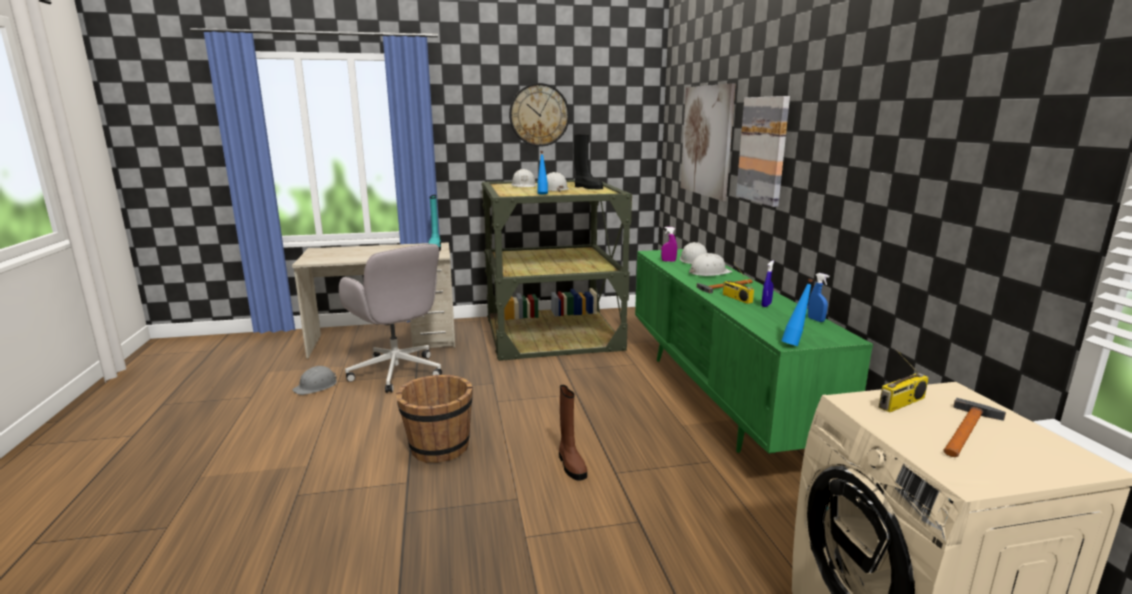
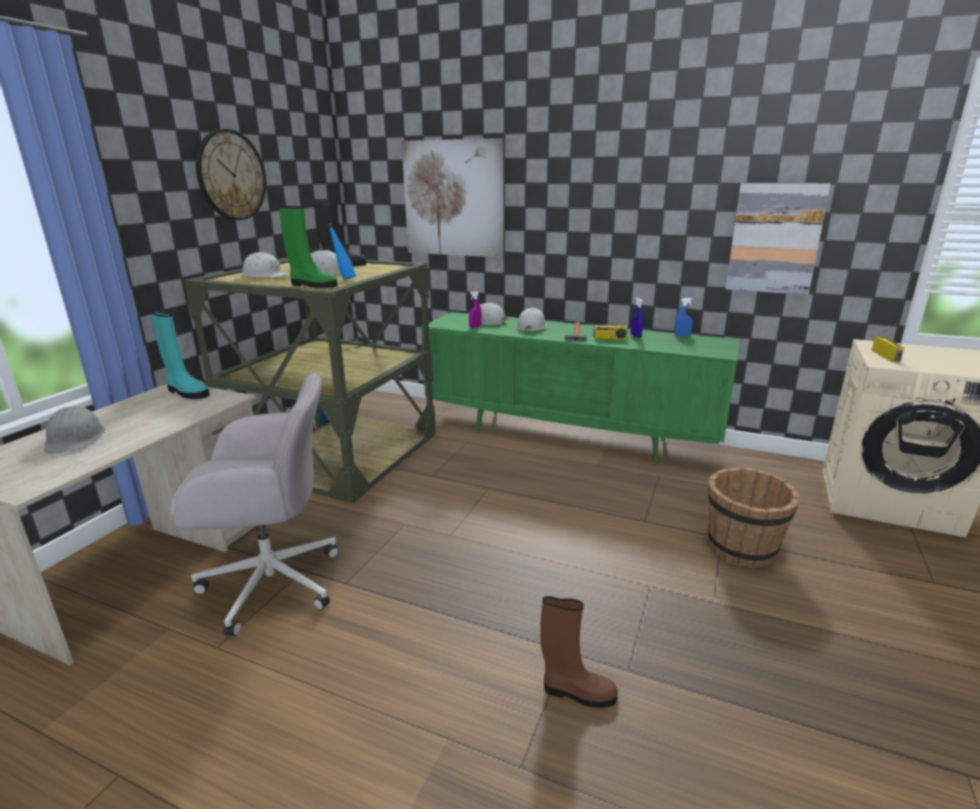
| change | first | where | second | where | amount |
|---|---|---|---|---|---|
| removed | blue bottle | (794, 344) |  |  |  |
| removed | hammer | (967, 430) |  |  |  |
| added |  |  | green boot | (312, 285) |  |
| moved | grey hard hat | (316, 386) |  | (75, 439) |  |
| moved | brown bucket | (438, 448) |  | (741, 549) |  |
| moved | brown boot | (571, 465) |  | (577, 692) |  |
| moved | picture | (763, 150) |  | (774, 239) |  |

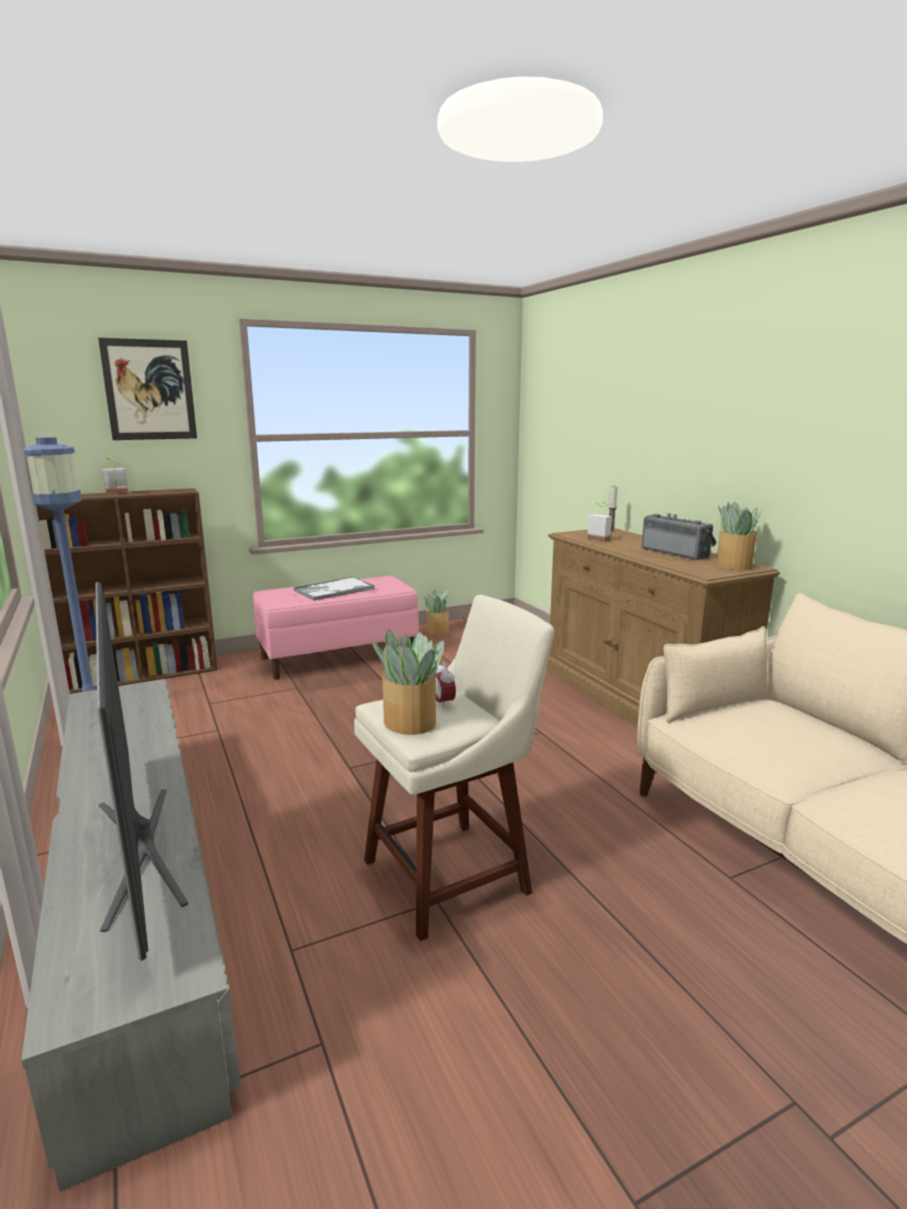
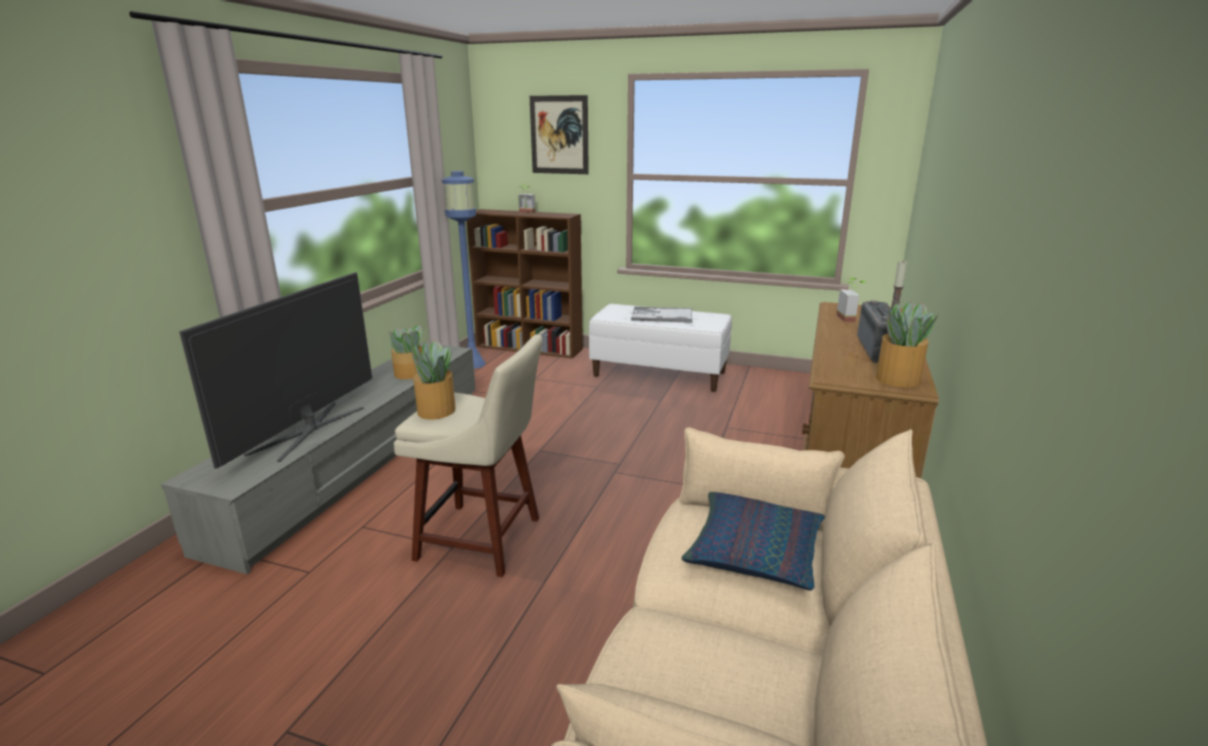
| change | first | where | second | where | amount |
|---|---|---|---|---|---|
| removed | alarm clock | (443, 703) |  |  |  |
| added |  |  | blue pillow | (754, 553) |  |
| moved | potted plant | (438, 630) |  | (410, 374) |  |
| recoloured | pink bench | (338, 656) | white bench | (660, 374) |  |

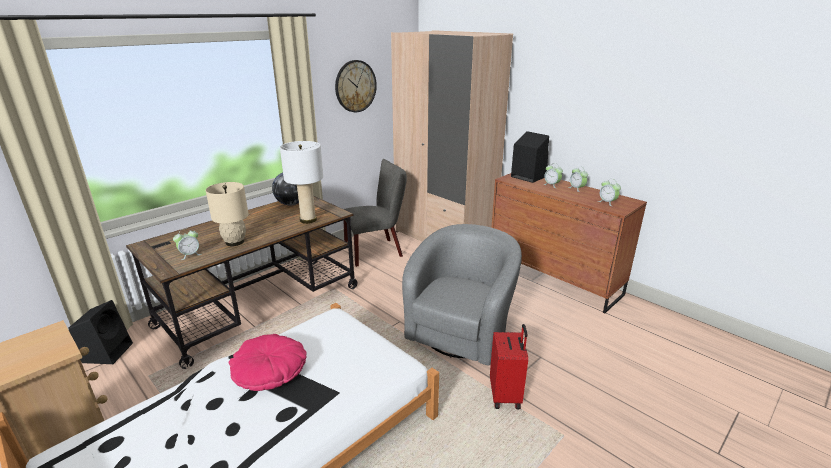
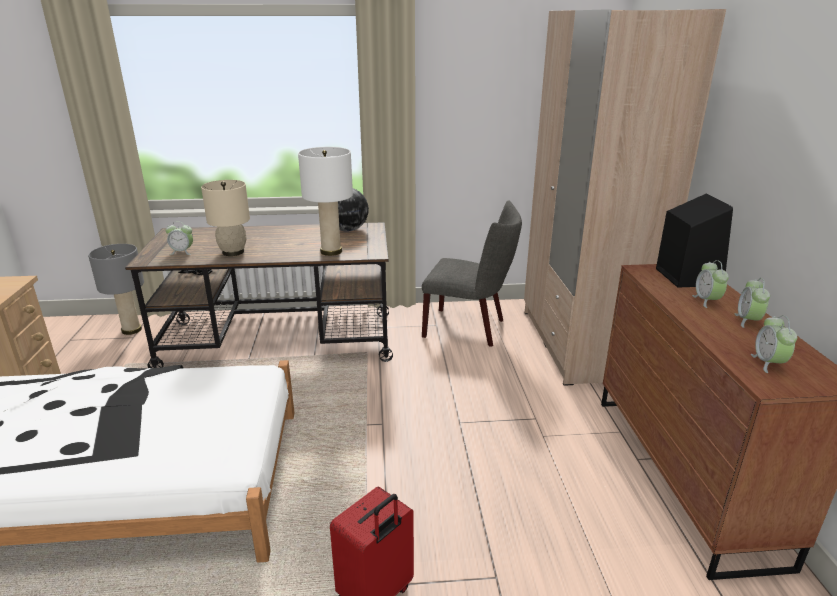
| change | first | where | second | where | amount |
|---|---|---|---|---|---|
| removed | pink pillow | (268, 371) |  |  |  |
| removed | wall clock | (355, 86) |  |  |  |
| removed | grey armchair | (462, 332) |  |  |  |
| replaced | black speaker | (108, 352) | grey table lamp | (131, 330) |  |

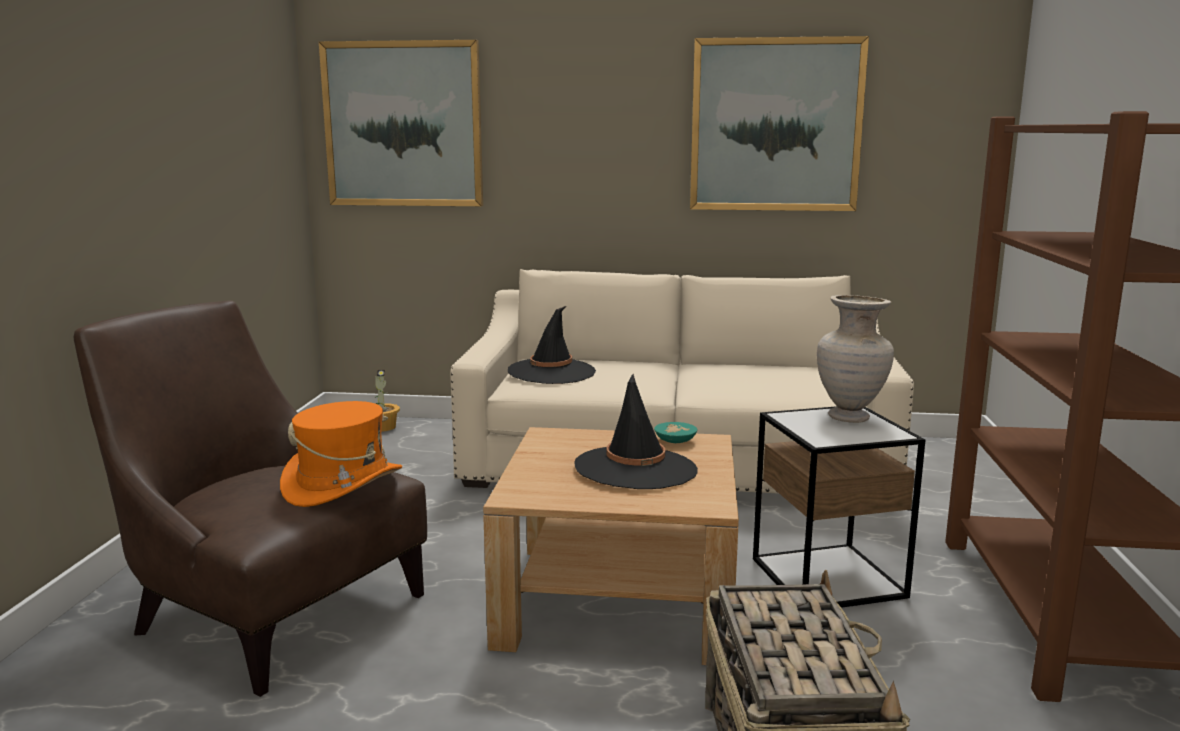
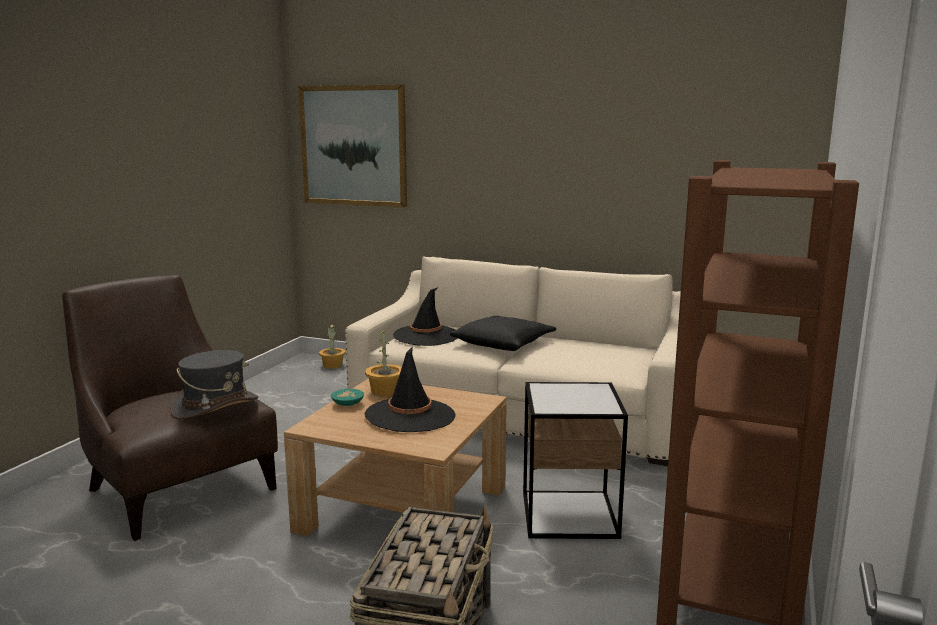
| change | first | where | second | where | amount |
|---|---|---|---|---|---|
| removed | picture | (775, 125) |  |  |  |
| removed | beige vase | (850, 418) |  |  |  |
| added |  |  | potted plant | (386, 391) |  |
| added |  |  | black pillow | (503, 343) |  |
| moved | turquoise bowl | (674, 441) |  | (346, 404) |  |
| recoloured | orange hat | (343, 484) | grey hat | (215, 406) |  |

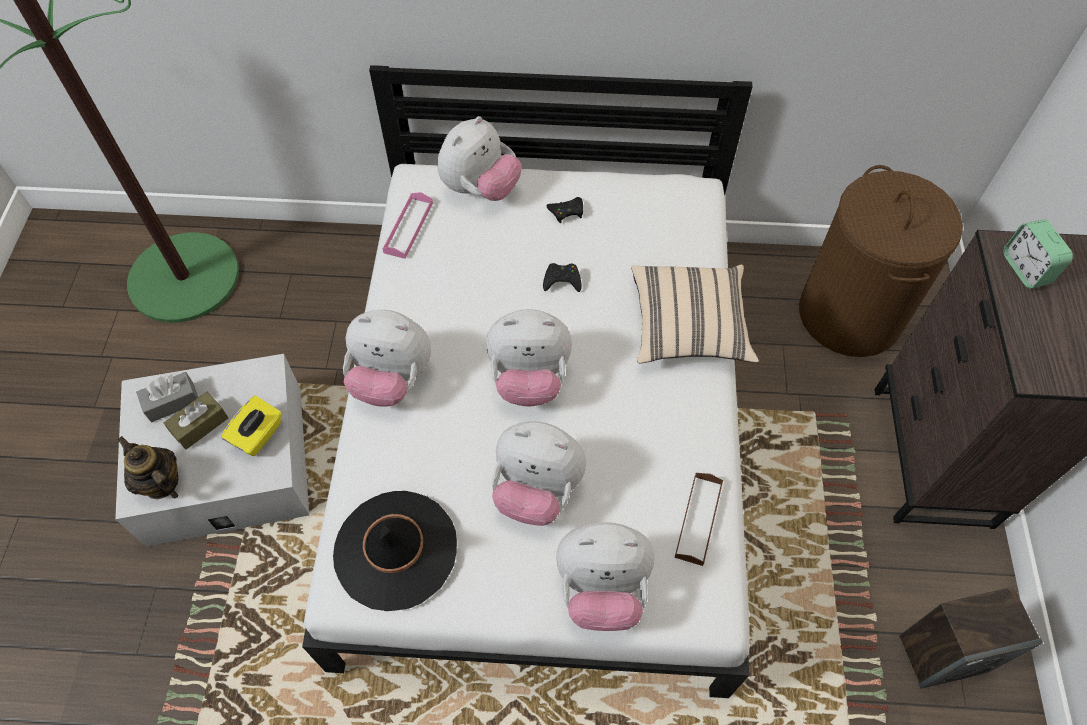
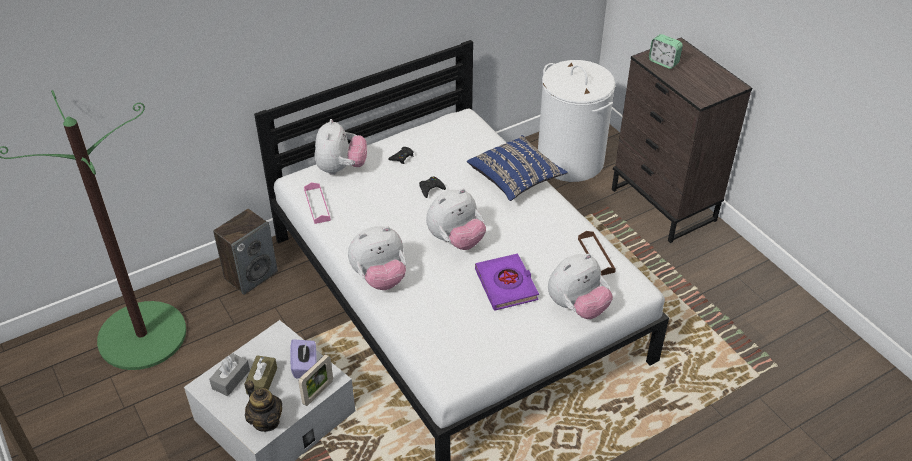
| change | first | where | second | where | amount |
|---|---|---|---|---|---|
| removed | black hat | (395, 550) |  |  |  |
| added |  |  | picture frame | (318, 392) |  |
| moved | speaker | (942, 653) |  | (251, 275) |  |
| replaced | plush toy | (536, 490) | purple book | (506, 285) |  |
| recoloured | yellow tissue box | (258, 435) | purple tissue box | (305, 366) |  |
| recoloured | beige pillow | (688, 326) | blue pillow | (515, 178) |  |
| recoloured | brown laundry basket | (849, 314) | white laundry basket | (570, 161) |  |
| turned | teapot | (161, 483) |  | (266, 421) | 135 degrees counterclockwise |

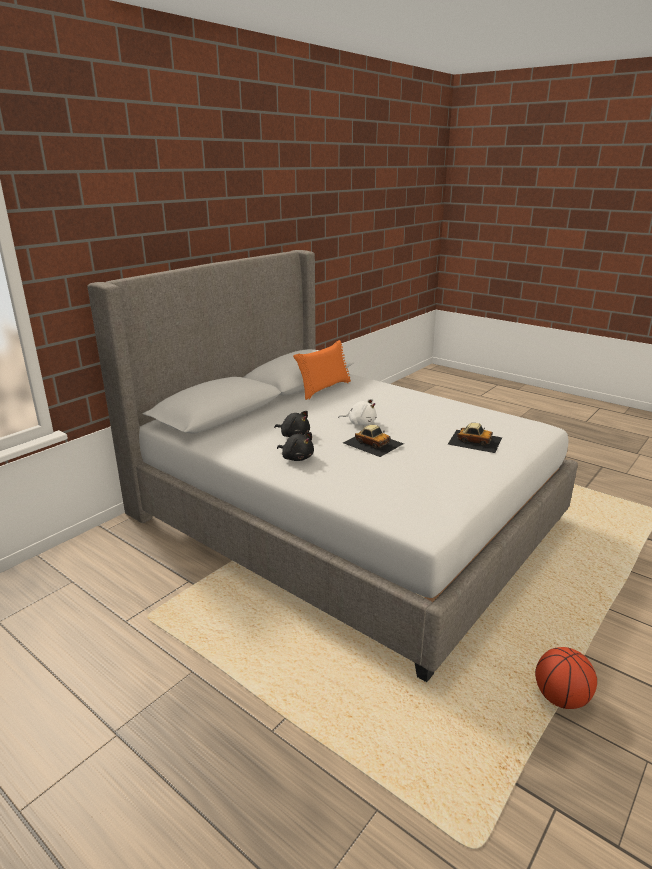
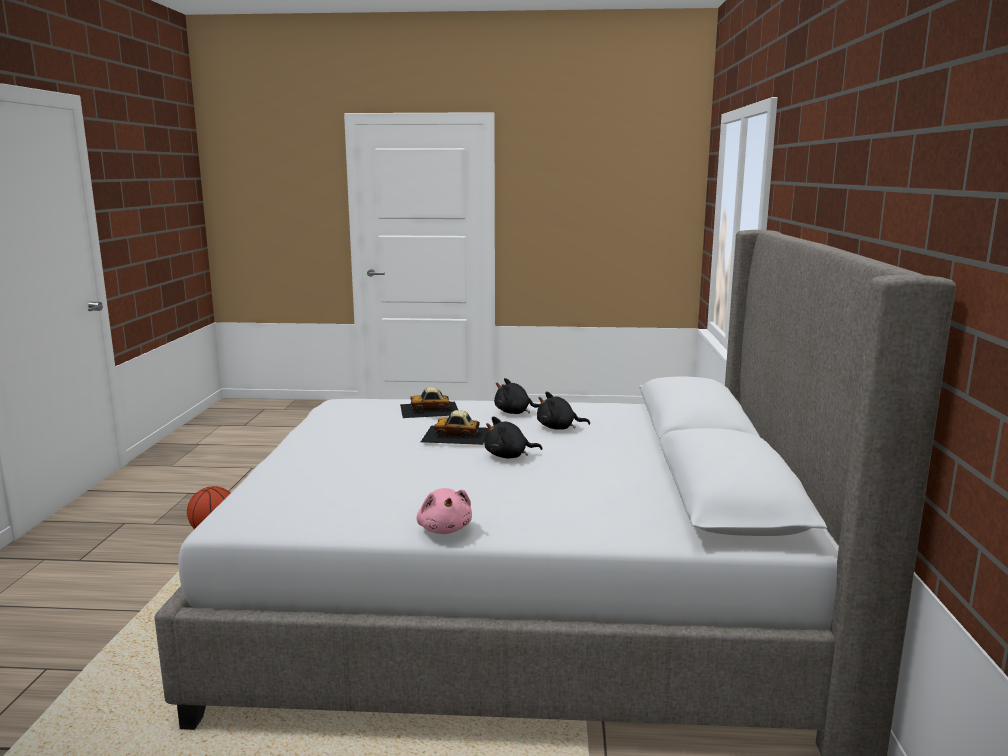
| change | first | where | second | where | amount |
|---|---|---|---|---|---|
| removed | orange pillow | (323, 389) |  |  |  |
| added |  |  | pink plush toy | (445, 529) |  |
| moved | toy car | (474, 440) |  | (430, 409) |  |
| recoloured | white plush toy | (360, 423) | black plush toy | (508, 456) |  |

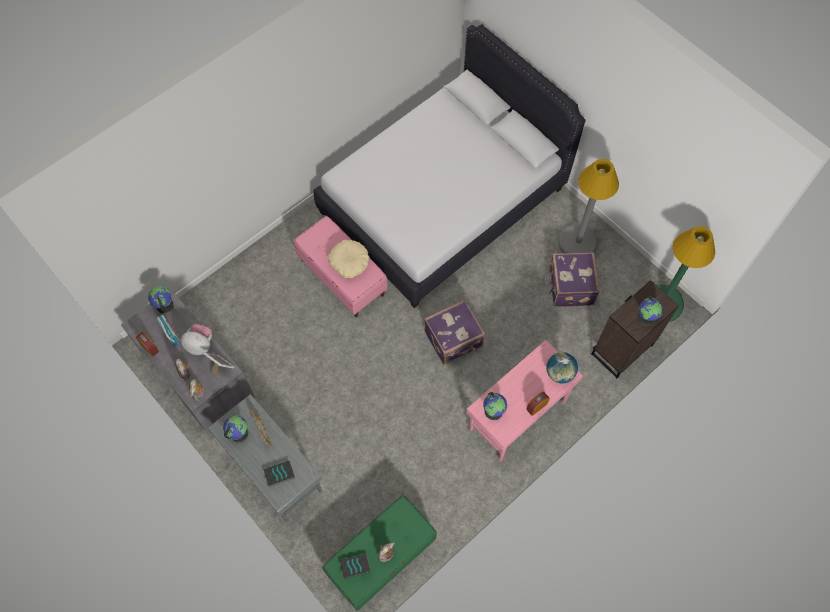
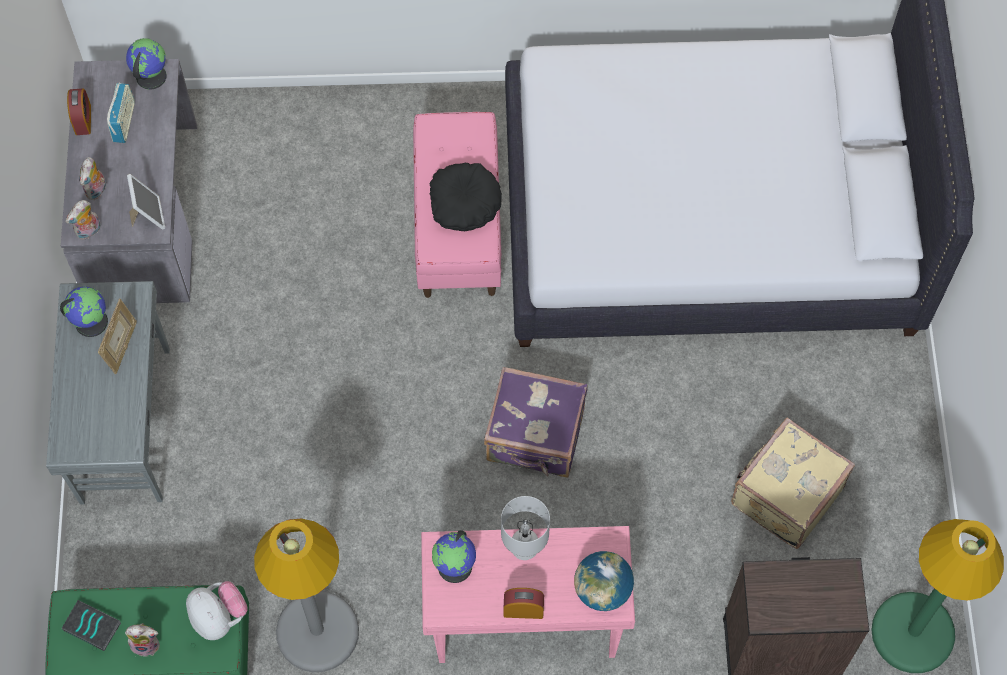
| change | first | where | second | where | amount |
|---|---|---|---|---|---|
| removed | book | (279, 475) |  |  |  |
| removed | globe | (646, 317) |  |  |  |
| added |  |  | grey table lamp | (524, 547) |  |
| moved | plush toy | (200, 344) |  | (219, 617) |  |
| moved | grey floor lamp | (577, 242) |  | (317, 632) |  |
| recoloured | beige pillow | (350, 261) | black pillow | (466, 203) |  |
| recoloured | purple suitcase | (569, 287) | beige suitcase | (785, 494) |  |

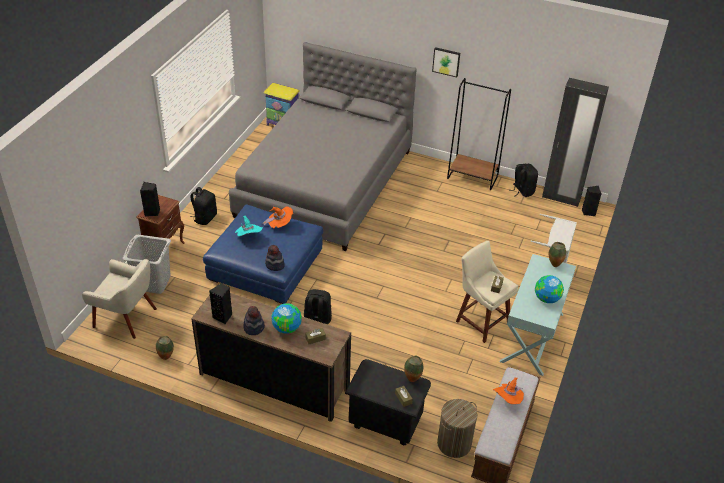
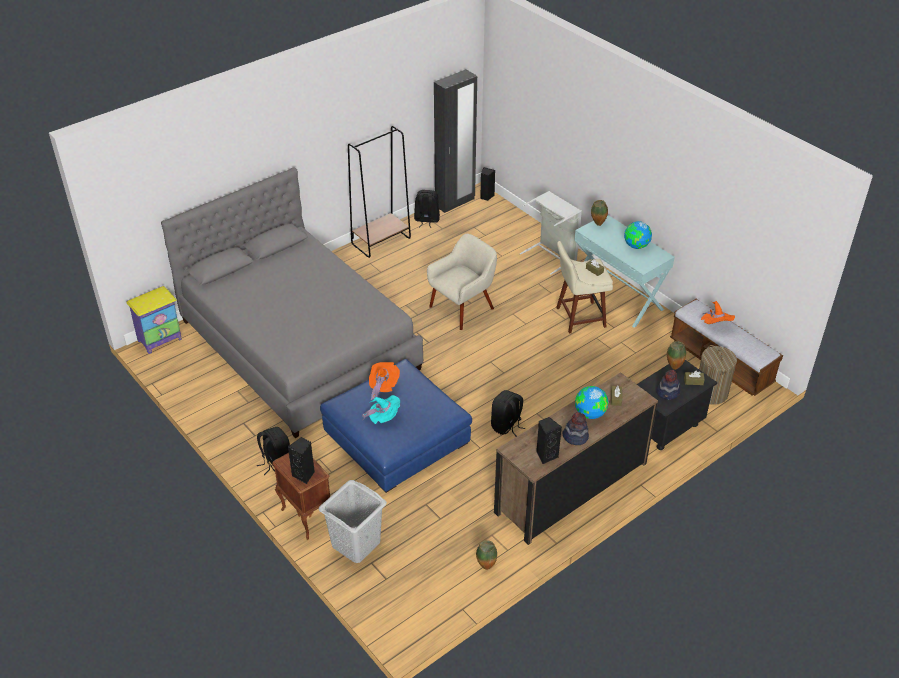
| change | first | where | second | where | amount |
|---|---|---|---|---|---|
| removed | picture | (446, 61) |  |  |  |
| moved | beige armchair | (126, 317) |  | (463, 307) |  |
| moved | hat | (274, 265) |  | (668, 393) |  |

